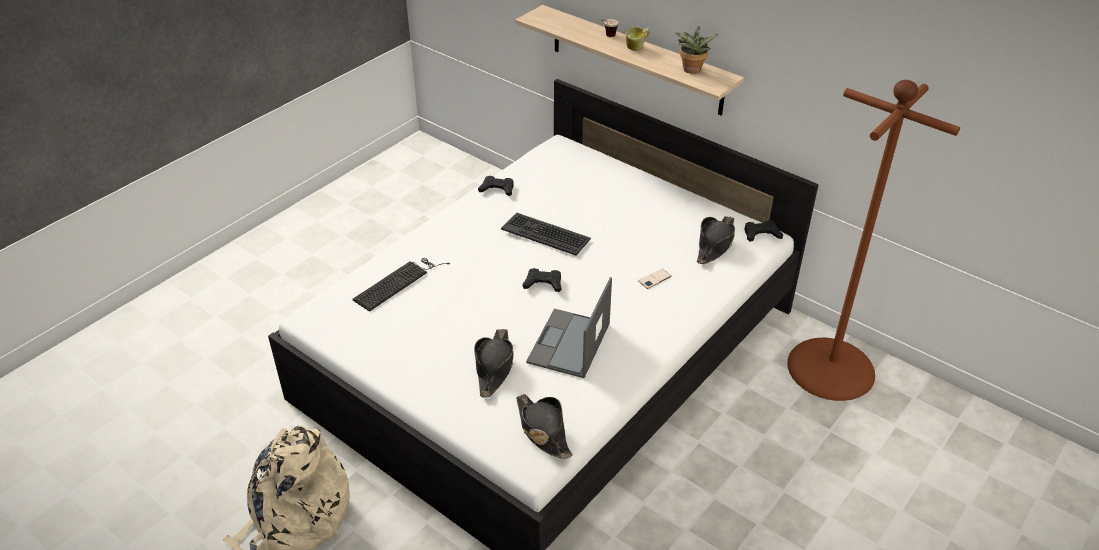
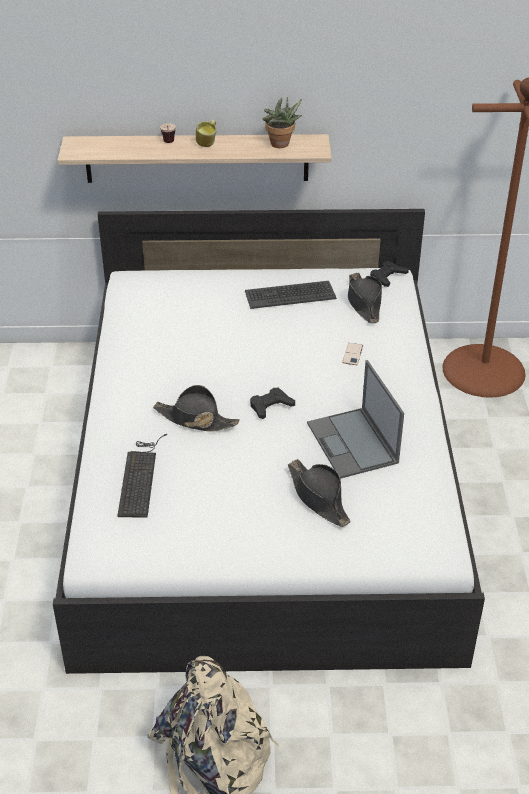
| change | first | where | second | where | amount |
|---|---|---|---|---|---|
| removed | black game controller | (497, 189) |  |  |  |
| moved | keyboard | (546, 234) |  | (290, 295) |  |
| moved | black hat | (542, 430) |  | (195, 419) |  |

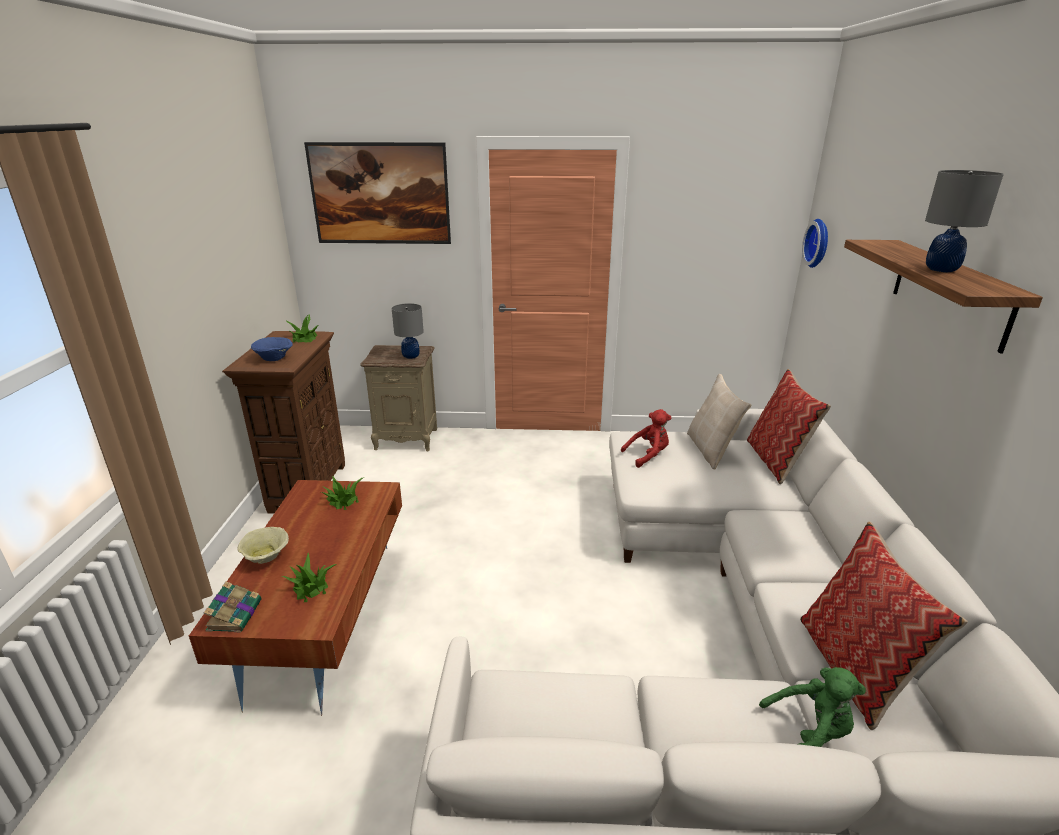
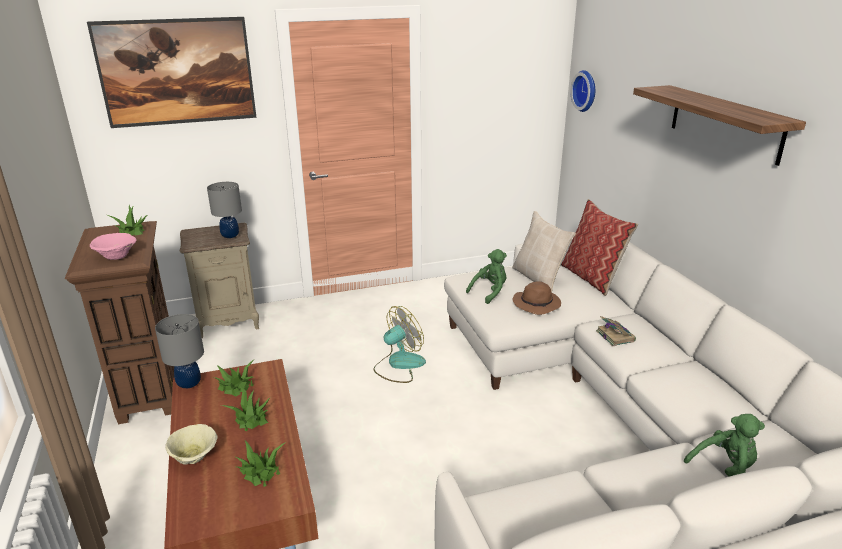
| change | first | where | second | where | amount |
|---|---|---|---|---|---|
| removed | pillow | (854, 669) |  |  |  |
| added |  |  | potted plant | (251, 418) |  |
| added |  |  | fan | (399, 365) |  |
| added |  |  | brown hat | (537, 304) |  |
| moved | book | (235, 614) |  | (614, 335) |  |
| moved | grey table lamp | (940, 270) |  | (188, 384) |  |
| recoloured | blue bowl | (275, 358) | pink bowl | (117, 256) |  |
| recoloured | red plush toy | (648, 455) | green plush toy | (490, 292) |  |

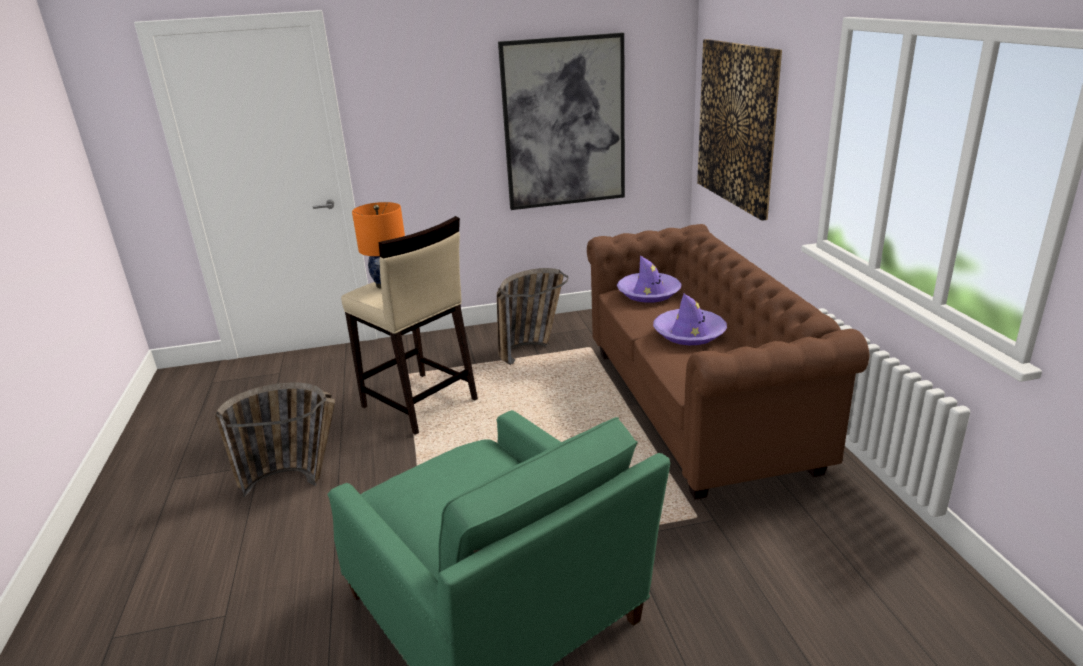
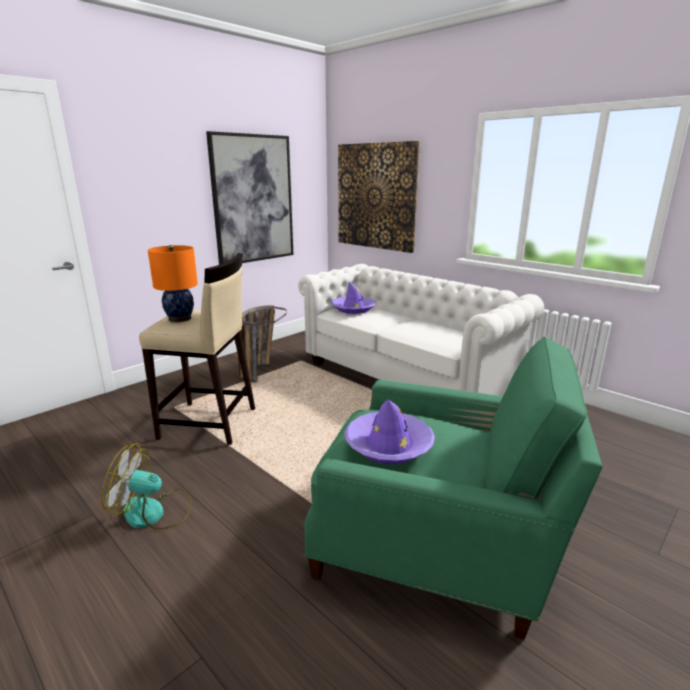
| change | first | where | second | where | amount |
|---|---|---|---|---|---|
| moved | purple hat | (689, 333) |  | (388, 445) |  |
| replaced | basket | (297, 481) | fan | (154, 513) |  |
| recoloured | brown sofa | (696, 406) | white sofa | (405, 377) |  |

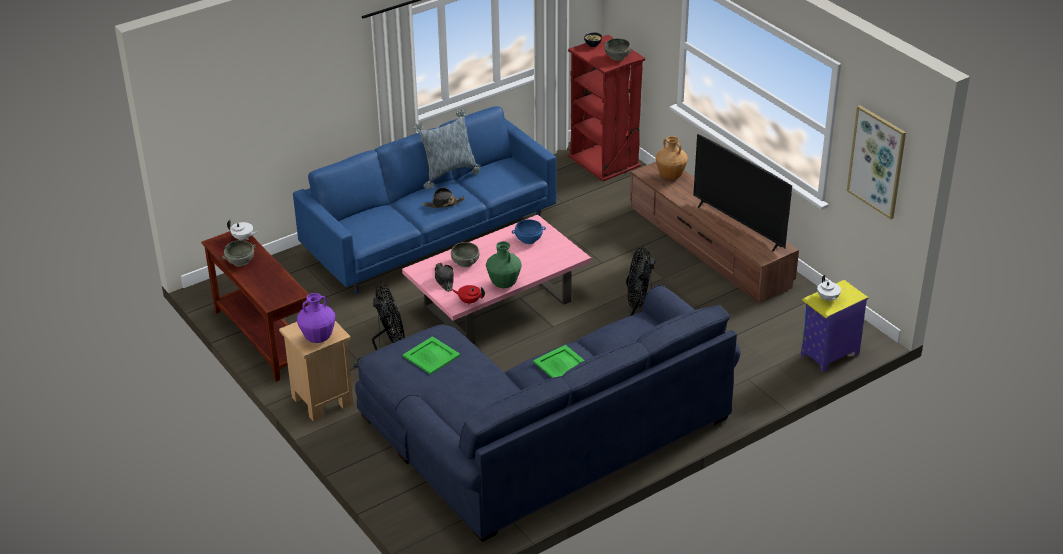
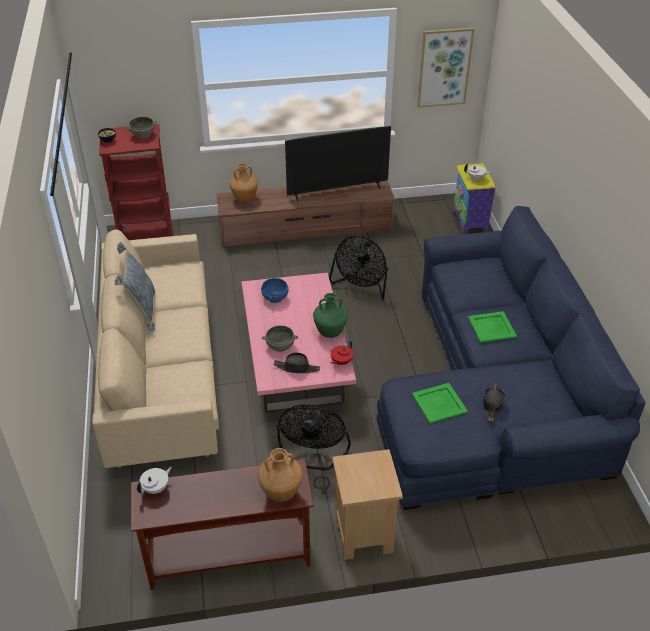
| change | first | where | second | where | amount |
|---|---|---|---|---|---|
| removed | grey bowl | (240, 261) |  |  |  |
| removed | purple vase | (318, 338) |  |  |  |
| added |  |  | brown vase | (281, 493) |  |
| moved | black hat | (443, 204) |  | (492, 404) |  |
| recoloured | blue sofa | (430, 237) | beige sofa | (162, 374) |  |

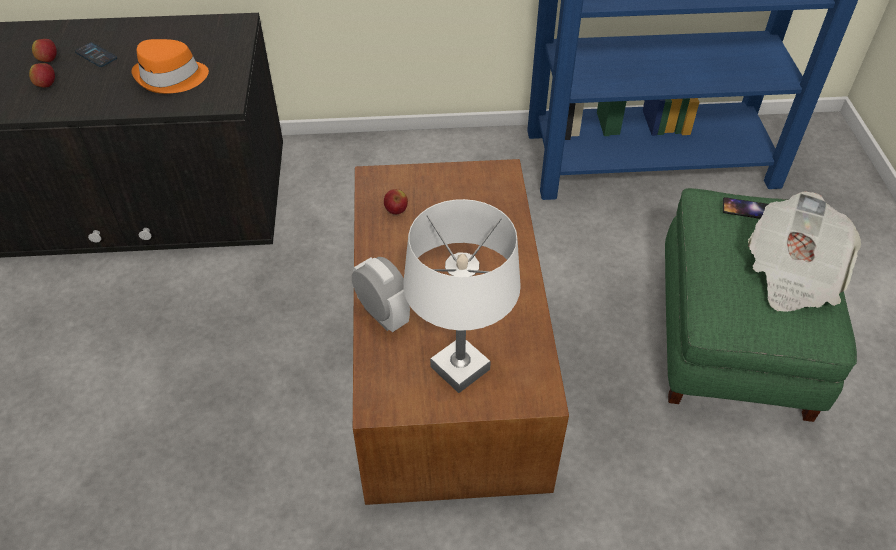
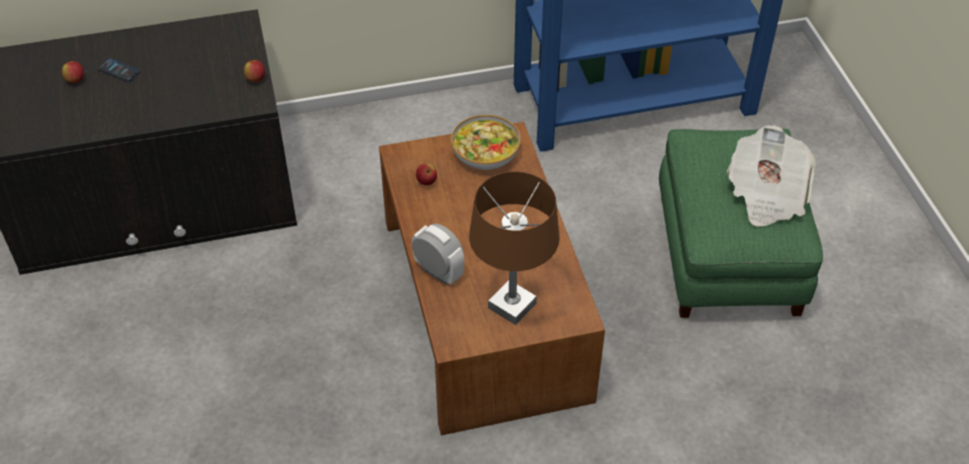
| change | first | where | second | where | amount |
|---|---|---|---|---|---|
| removed | orange hat | (171, 78) |  |  |  |
| removed | phone | (746, 209) |  |  |  |
| added |  |  | bowl | (485, 154) |  |
| moved | apple | (46, 85) |  | (256, 79) |  |
| recoloured | white table lamp | (459, 368) | brown table lamp | (511, 305) |  |

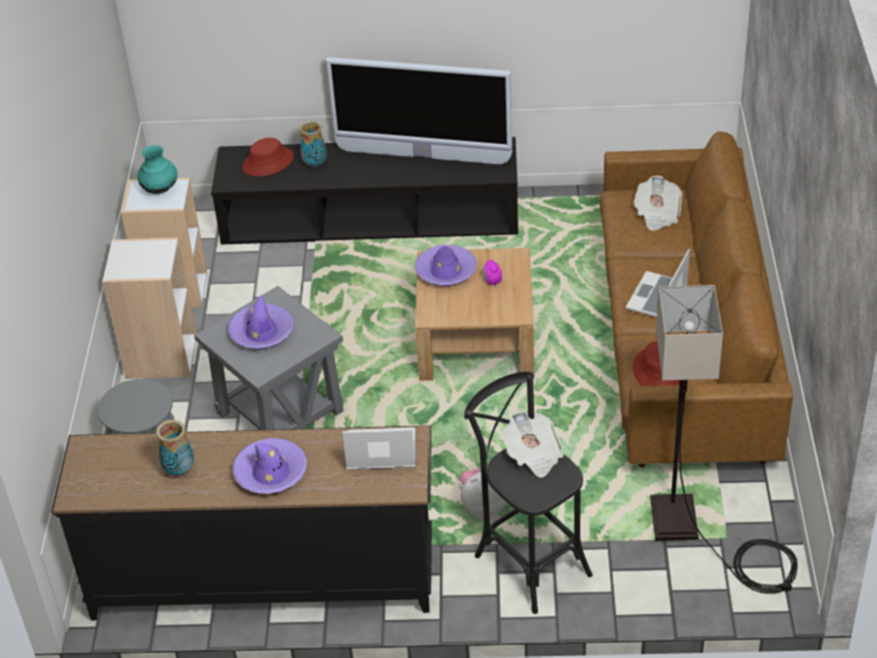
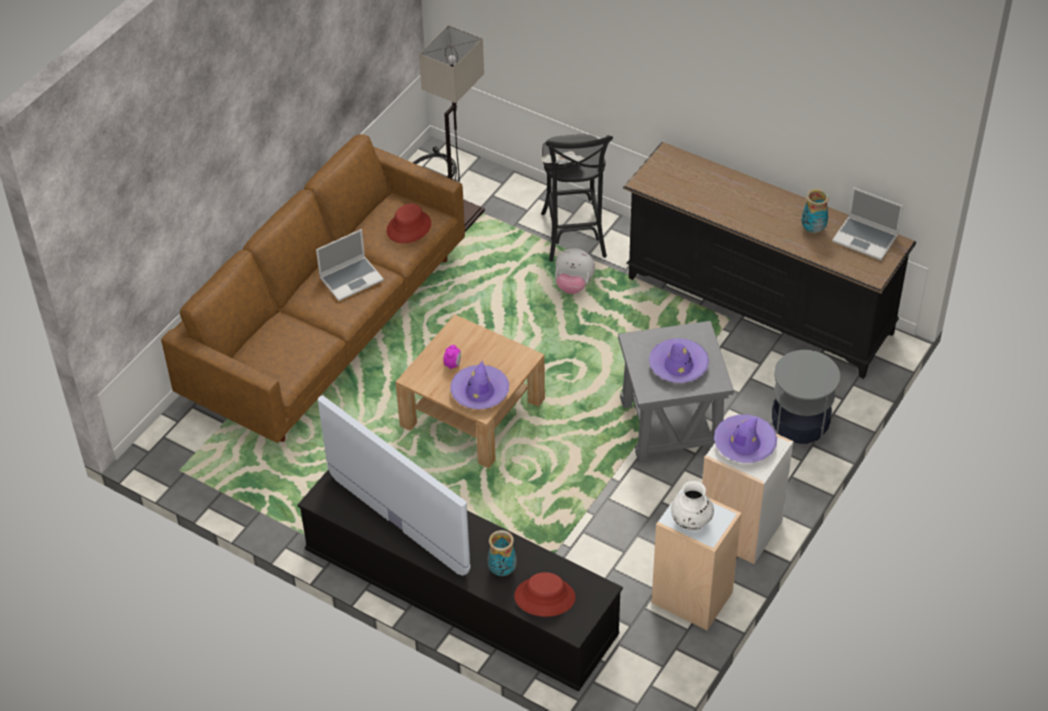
| change | first | where | second | where | amount |
|---|---|---|---|---|---|
| removed | newspaper | (657, 214) |  |  |  |
| moved | purple hat | (271, 472) |  | (744, 444) |  |
| moved | laptop | (380, 452) |  | (866, 239) |  |
| recoloured | turquoise vase | (160, 189) | white vase | (691, 522) |  |

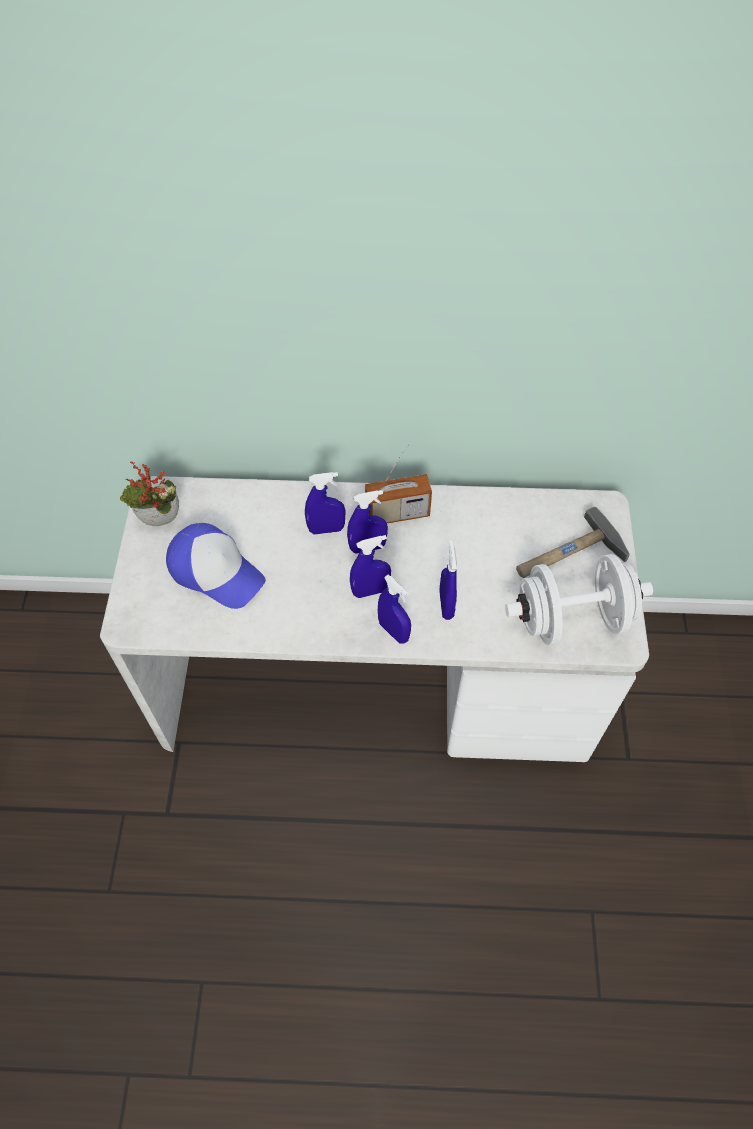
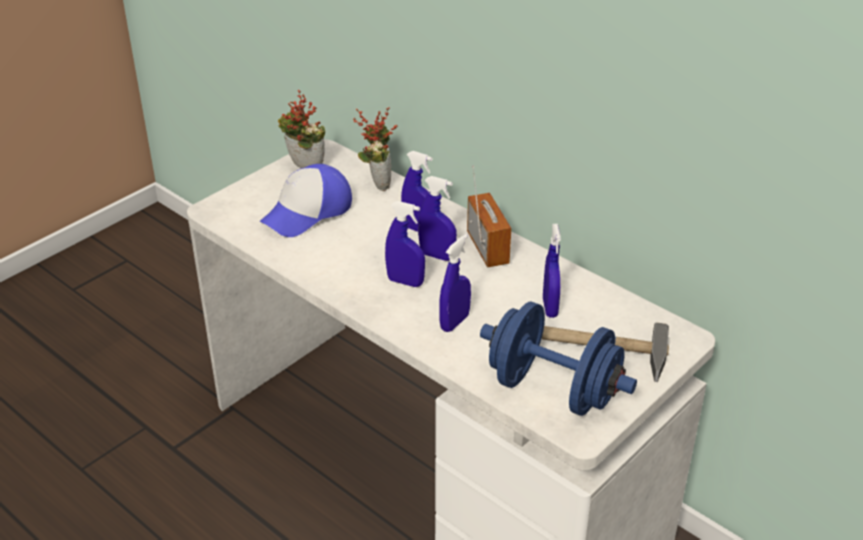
| change | first | where | second | where | amount |
|---|---|---|---|---|---|
| added |  |  | potted plant | (377, 182) |  |
| moved | blue spray bottle | (393, 631) |  | (550, 307) |  |
| recoloured | white dumbbell | (571, 618) | blue dumbbell | (553, 390) |  |
| turned | cap | (216, 571) |  | (308, 212) | 60 degrees clockwise |
| turned | radio | (397, 513) |  | (488, 248) | 135 degrees counterclockwise |

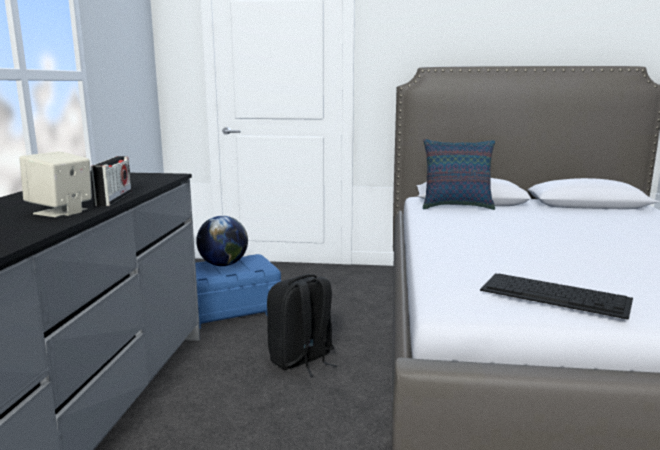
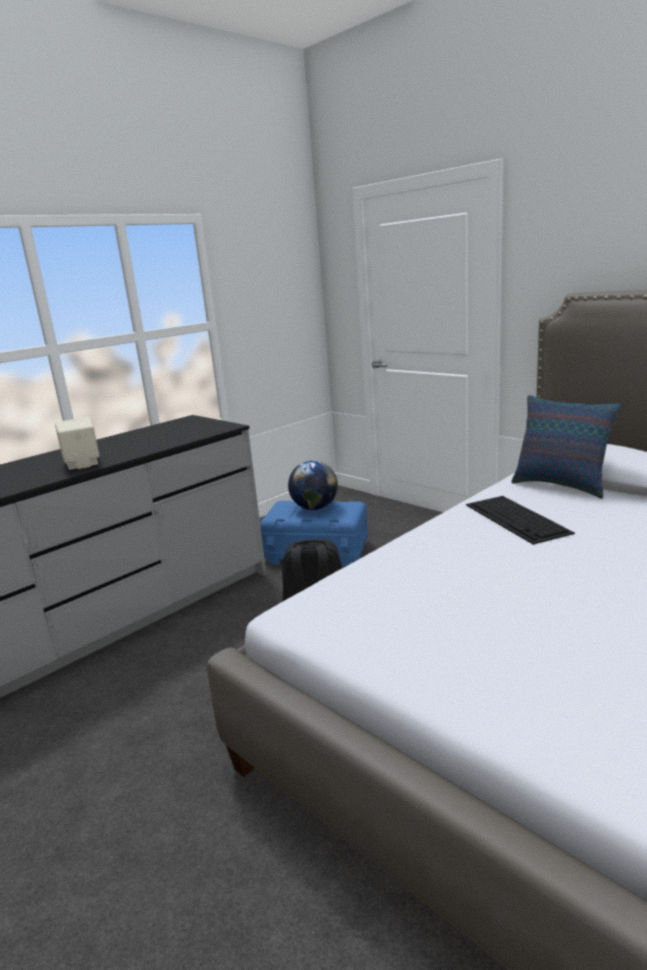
| change | first | where | second | where | amount |
|---|---|---|---|---|---|
| removed | radio | (114, 199) |  |  |  |
| moved | keyboard | (556, 294) |  | (517, 518) |  |

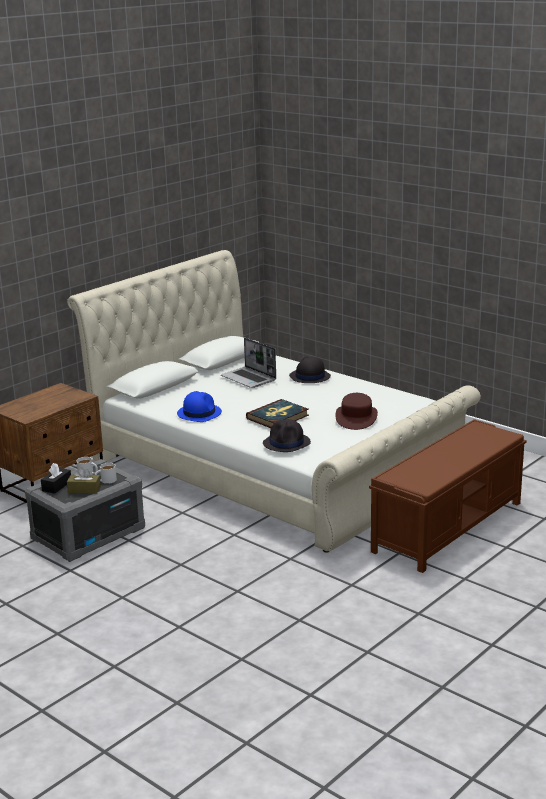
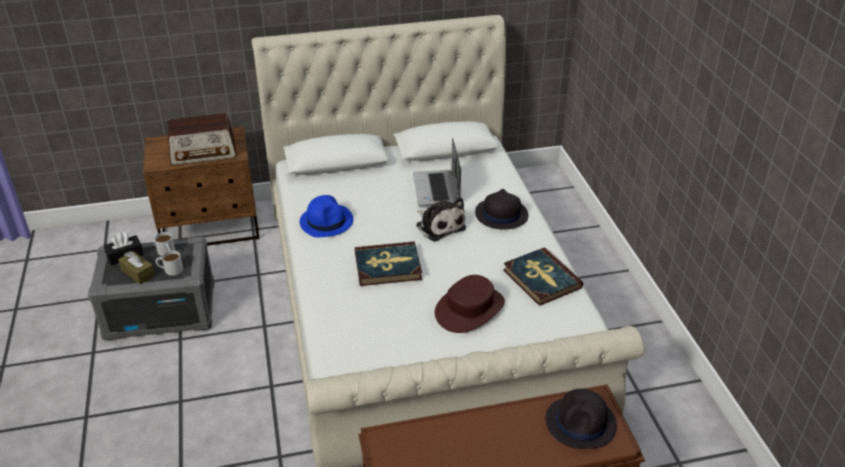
| change | first | where | second | where | amount |
|---|---|---|---|---|---|
| added |  |  | radio | (203, 152) |  |
| added |  |  | plush toy | (439, 226) |  |
| added |  |  | book | (541, 279) |  |
| moved | black hat | (287, 443) |  | (581, 423) |  |

